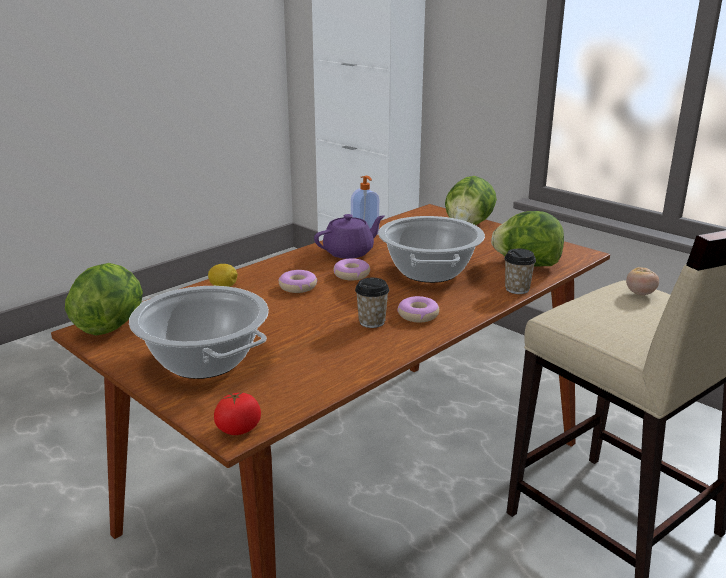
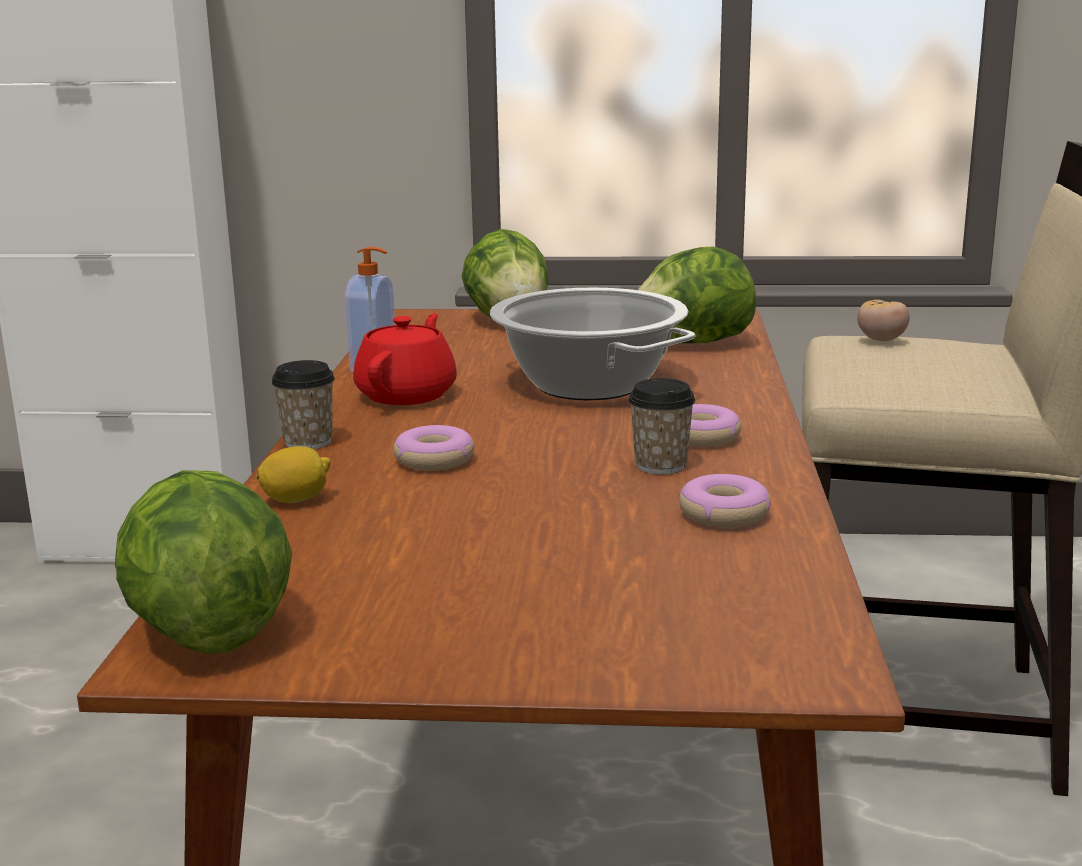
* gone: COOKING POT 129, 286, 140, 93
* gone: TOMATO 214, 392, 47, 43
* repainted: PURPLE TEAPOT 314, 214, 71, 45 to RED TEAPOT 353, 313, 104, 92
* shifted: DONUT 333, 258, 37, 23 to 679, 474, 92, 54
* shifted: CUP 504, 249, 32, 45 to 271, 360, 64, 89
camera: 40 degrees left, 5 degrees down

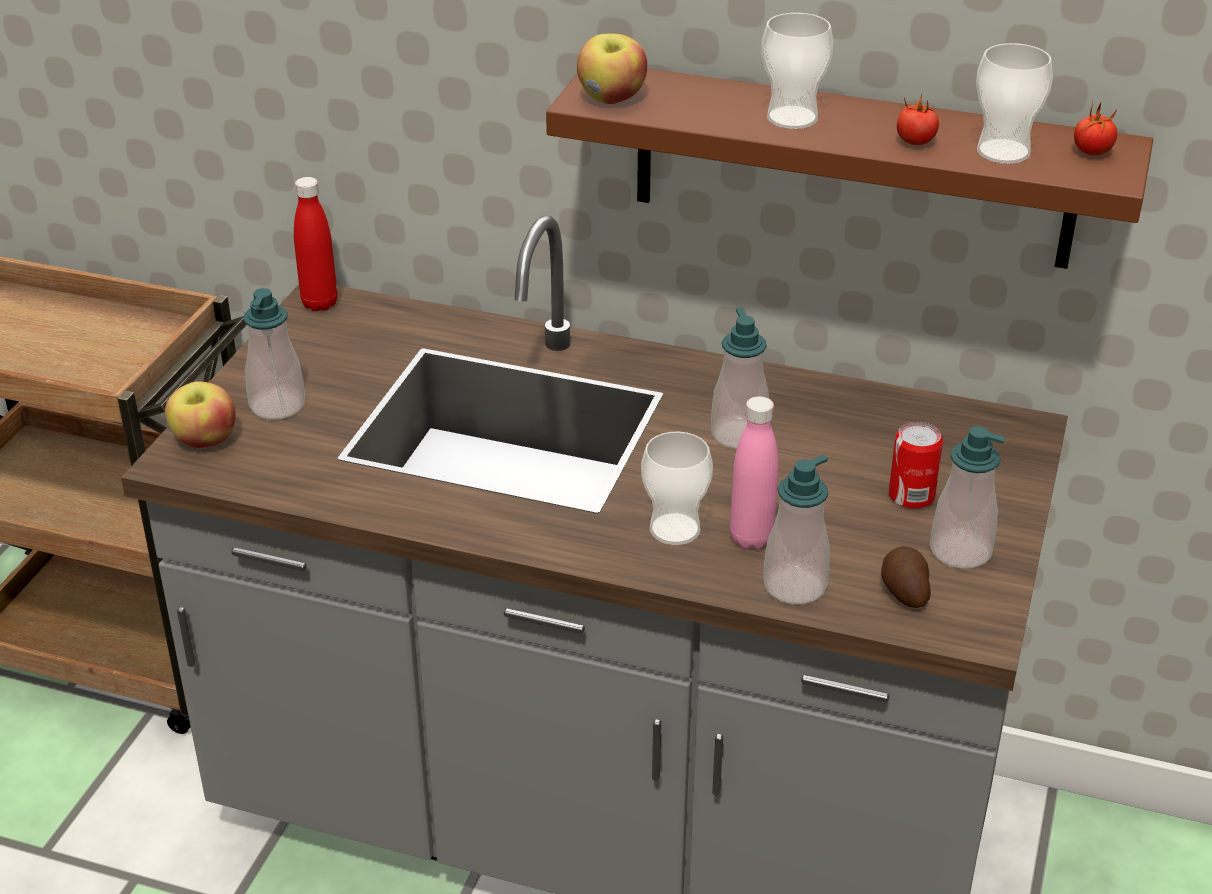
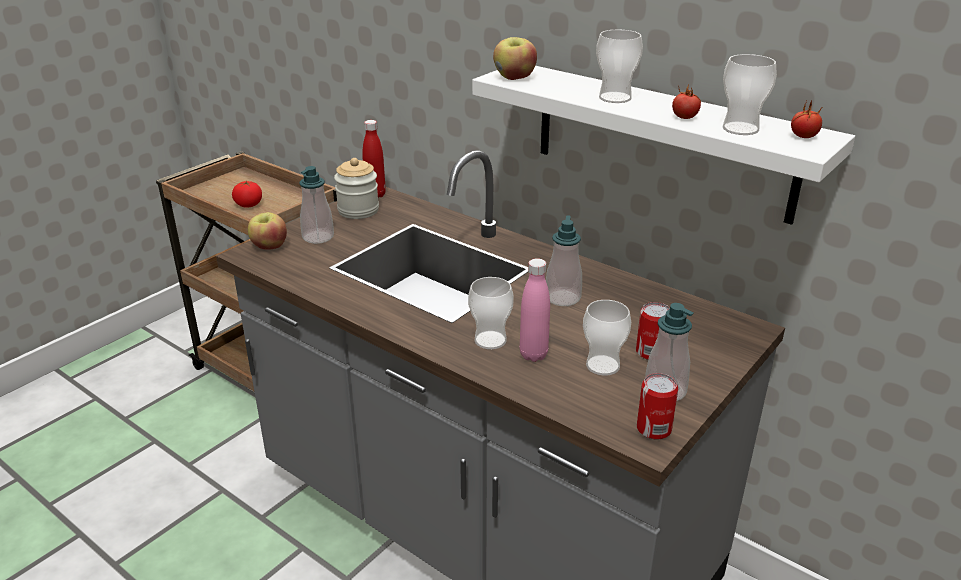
* repainted: BROWN SHELF 546, 69, 607, 200 to WHITE SHELF 472, 66, 383, 159
* gone: SOAP DISPENSER 763, 455, 67, 149
* gone: POTATO 881, 546, 50, 62
* new: TOMATO 232, 181, 30, 27
* new: JAR 334, 158, 45, 61
* new: CUP 583, 300, 48, 75
* new: CAN 637, 373, 41, 66
camera: 20 degrees right, 5 degrees down

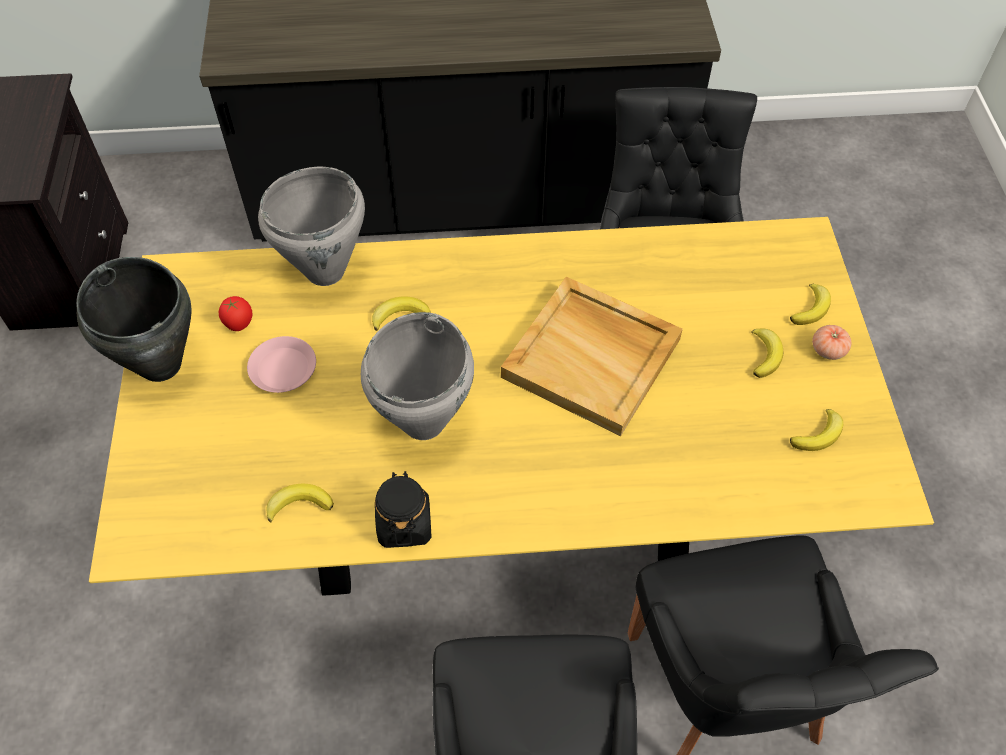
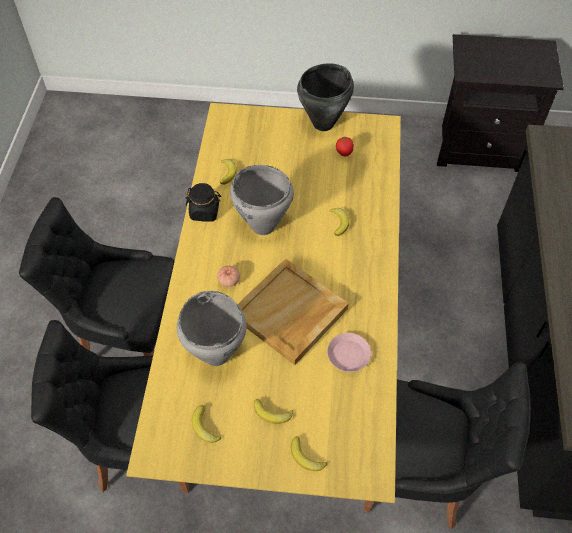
* shifted: PINK PLATE 247, 336, 69, 57 to 327, 333, 44, 39
* shifted: GREY COOKING POT 258, 167, 107, 119 to 177, 291, 70, 75
* shifted: TOMATO 812, 325, 39, 35 to 217, 266, 23, 21
camera: 100 degrees right, 0 degrees up

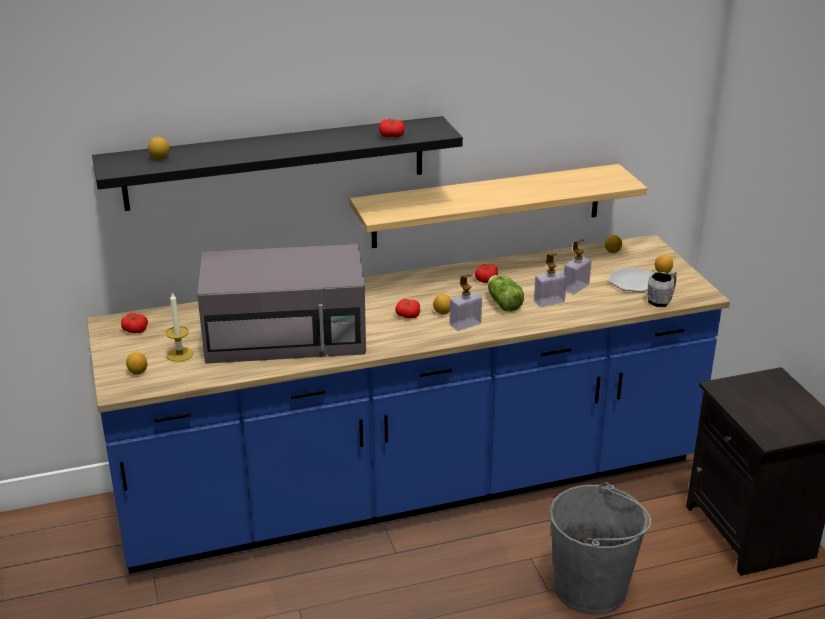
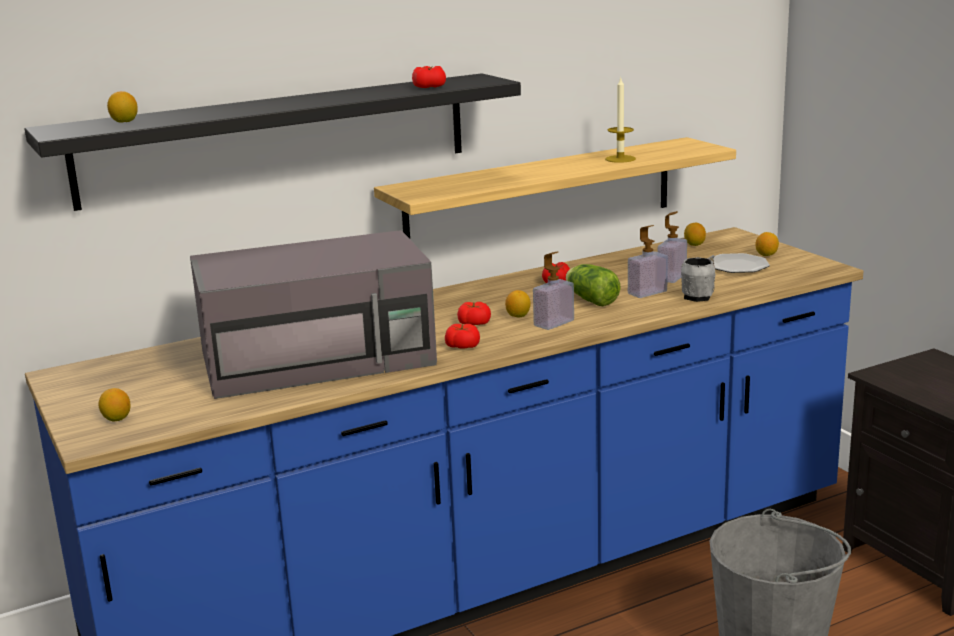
* shifted: TOMATO 121, 313, 27, 20 to 445, 324, 35, 25
* shifted: CANDLE 166, 292, 27, 70 to 605, 76, 31, 87
* shifted: GREY MUG 647, 271, 30, 36 to 681, 255, 34, 47
camera: 10 degrees left, 10 degrees down

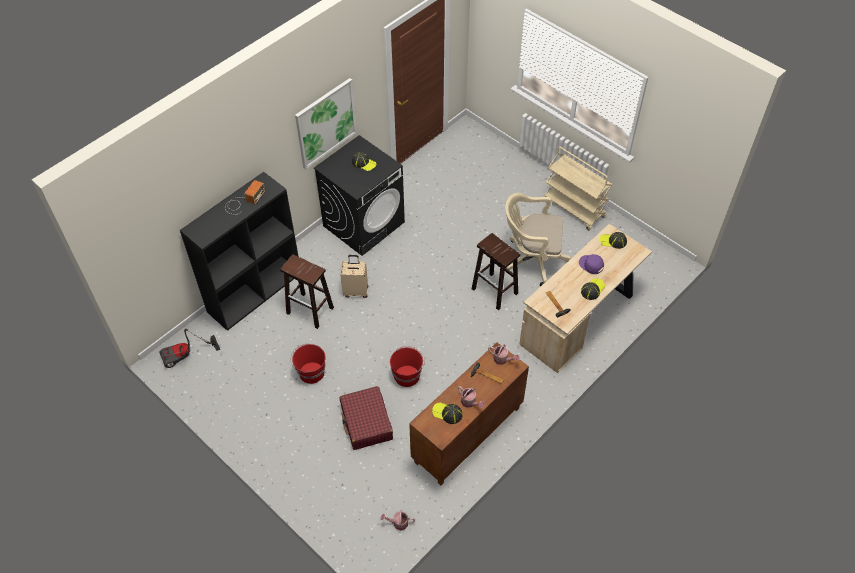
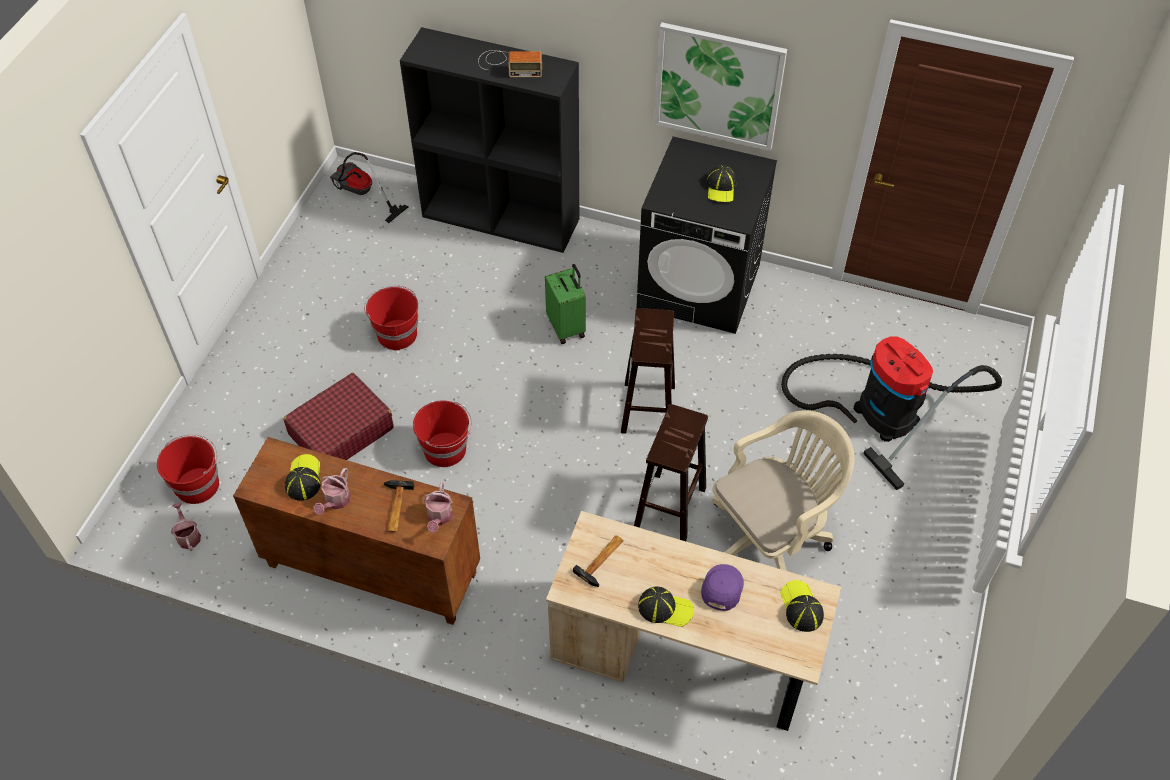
* shifted: BROWN STOOL 280, 254, 54, 75 to 621, 308, 54, 126
* repainted: BEIGE SUITCASE 340, 255, 28, 43 to GREEN SUITCASE 545, 264, 41, 80
* rotated: BEIGE OFFICE CHAIR 505, 193, 66, 93 = 712, 410, 142, 161 75 degrees clockwise
* gone: BEIGE CART 543, 147, 69, 83
* new: RED BUCKET 157, 434, 62, 70
* new: VACUUM CLEANER 781, 336, 221, 154
camera: 65 degrees right, 0 degrees up

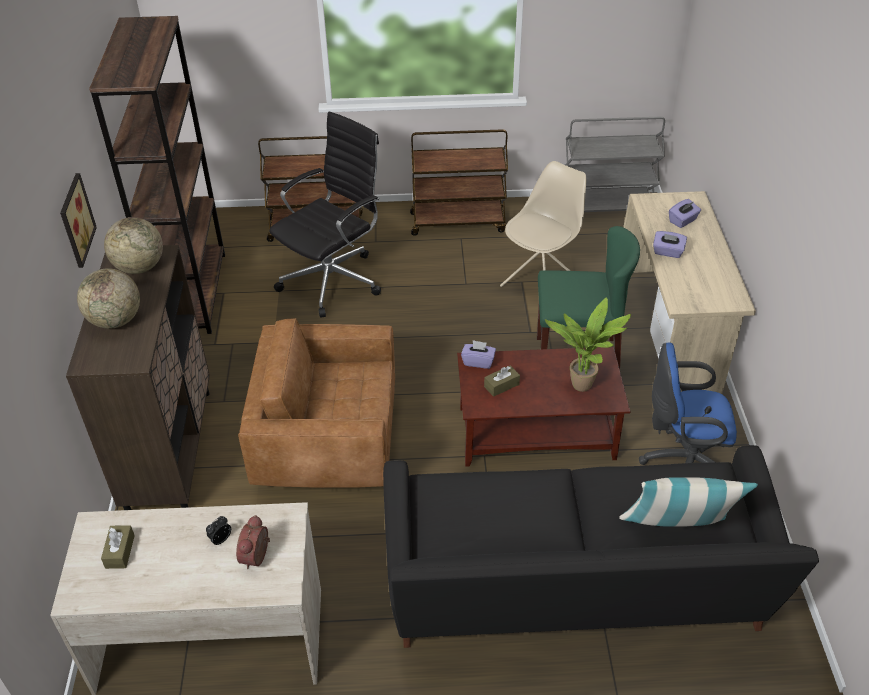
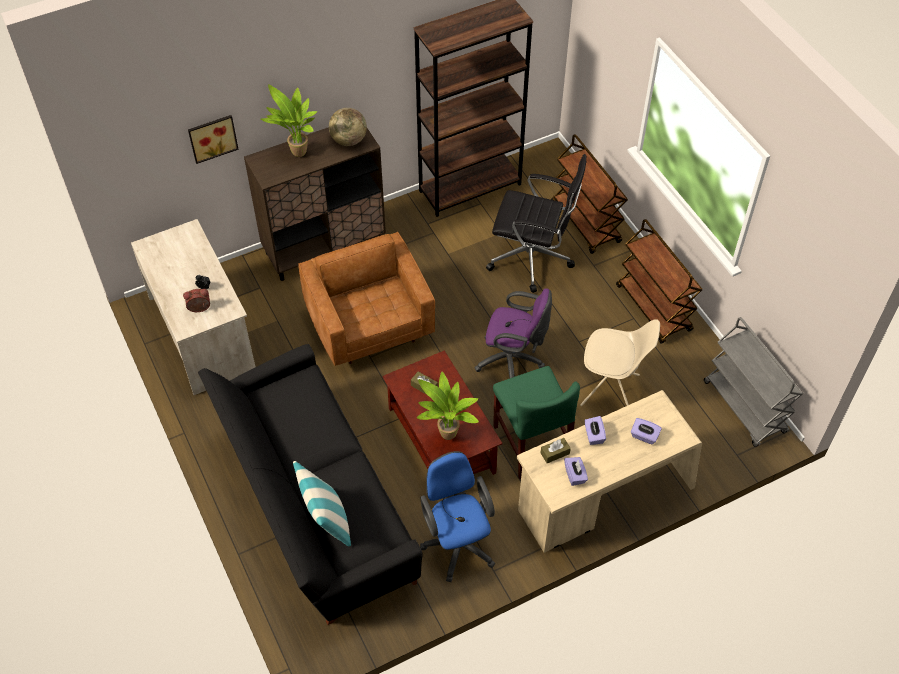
* shifted: PICTURE 60, 173, 37, 95 to 188, 115, 51, 49
* swapped: GLOBE 77, 268, 63, 61 to POTTED PLANT 261, 84, 57, 73
* shifted: BROWN TISSUE BOX 101, 525, 34, 44 to 541, 438, 30, 25
* shifted: PURPLE TISSUE BOX 461, 340, 35, 29 to 564, 457, 24, 29
* new: PURPLE OFFICE CHAIR 474, 288, 78, 90
camera: 65 degrees right, 10 degrees up

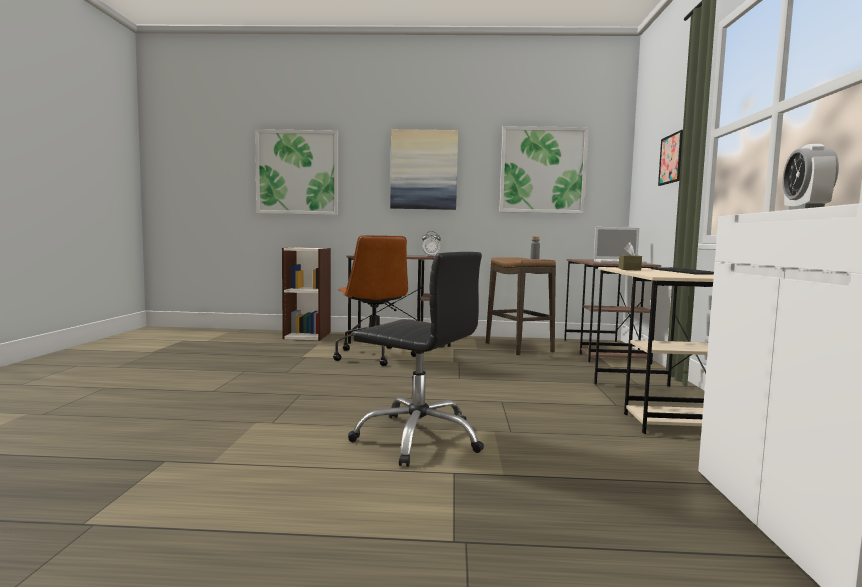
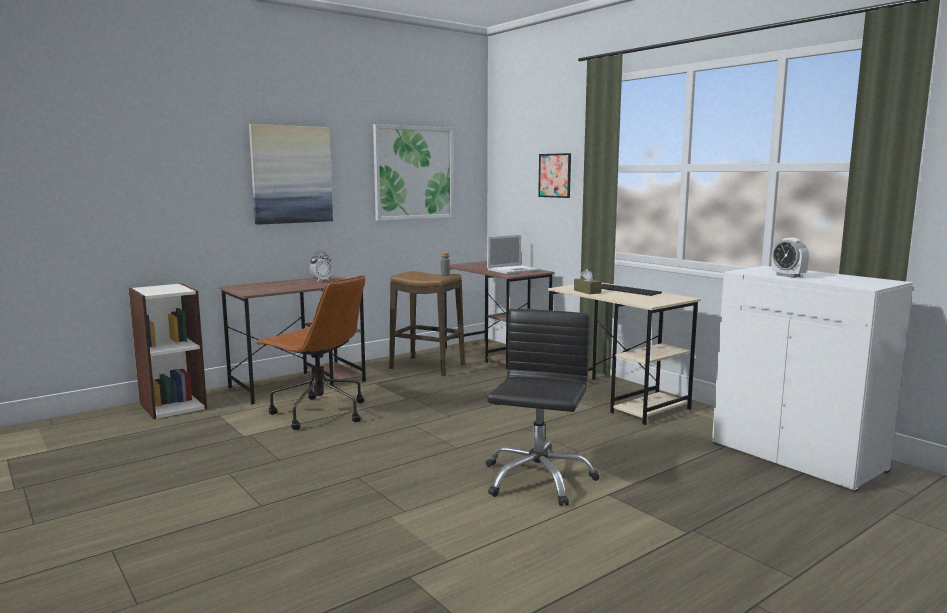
* gone: PICTURE 255, 129, 83, 86
* rotated: BLACK OFFICE CHAIR 348, 252, 136, 215 = 486, 309, 114, 197 60 degrees counterclockwise
camera: 40 degrees left, 5 degrees up

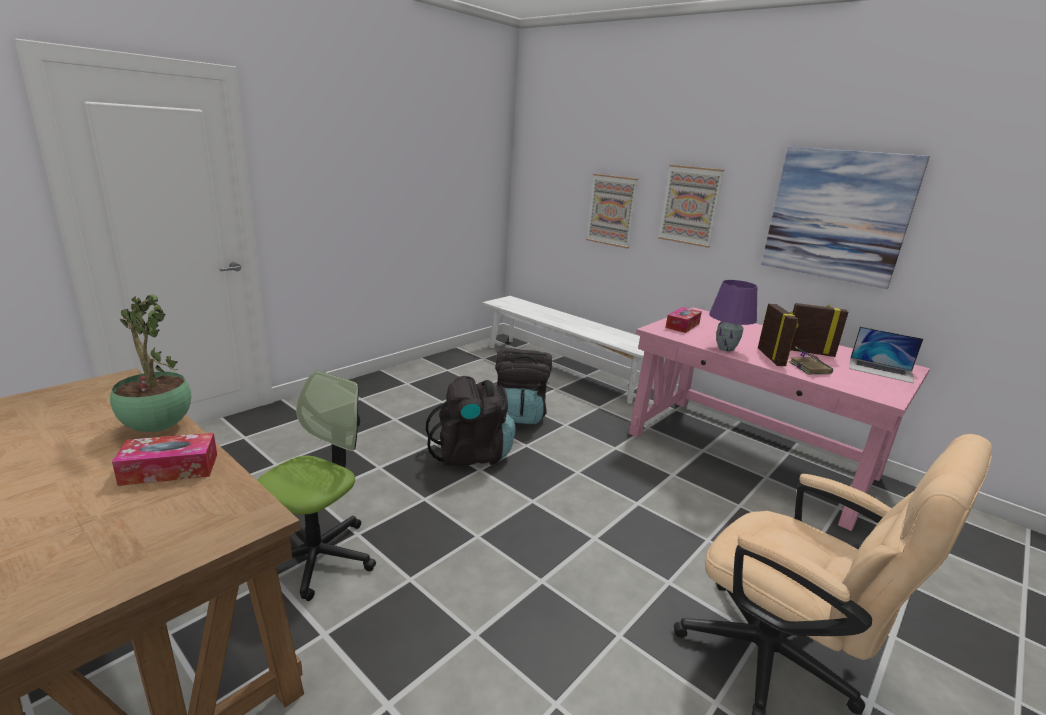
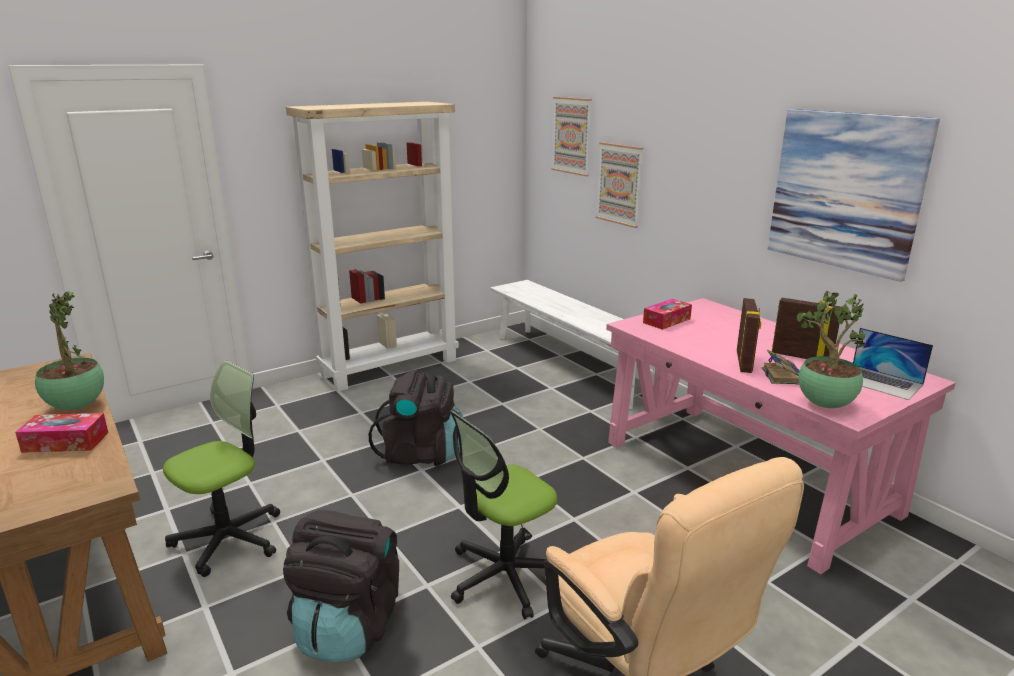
* shifted: BLACK BACKPACK 495, 348, 57, 76 to 283, 510, 116, 152
* shifted: PICTURE 658, 165, 66, 83 to 551, 97, 41, 79
* gone: PURPLE TABLE LAMP 709, 280, 48, 71
* new: BEIGE BOOKCASE 286, 102, 173, 290
* new: OFFICE CHAIR 450, 410, 107, 209
* new: POTTED PLANT 797, 291, 68, 117
camera: 15 degrees right, 0 degrees up

